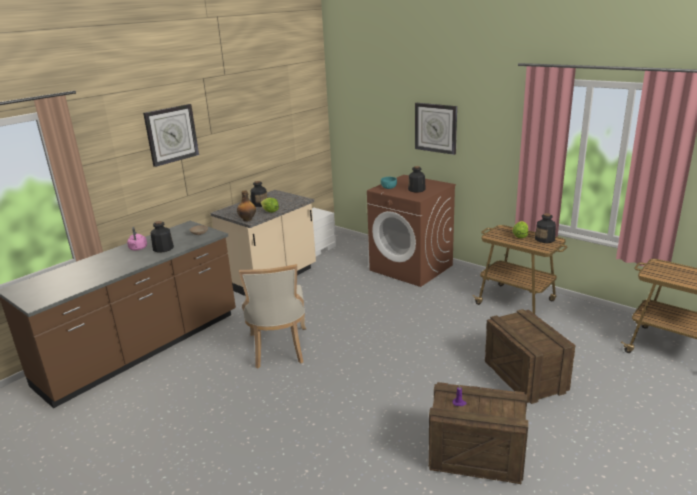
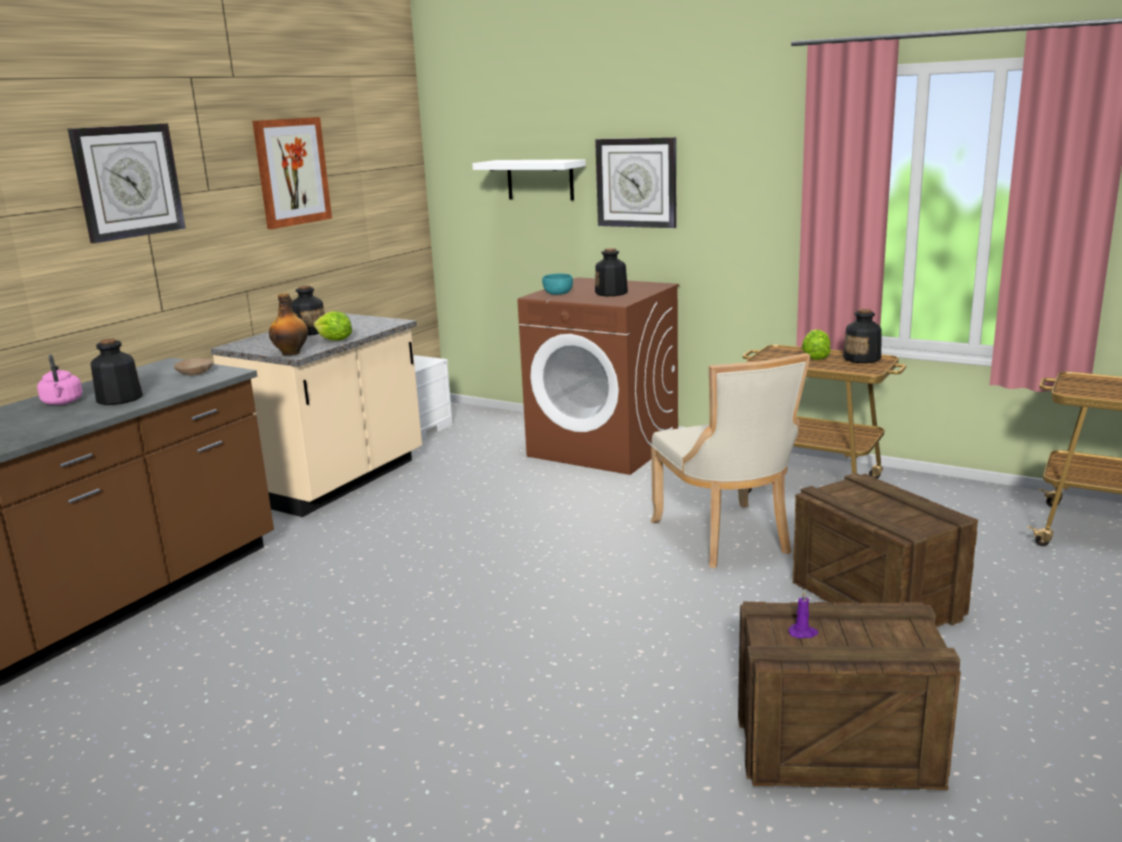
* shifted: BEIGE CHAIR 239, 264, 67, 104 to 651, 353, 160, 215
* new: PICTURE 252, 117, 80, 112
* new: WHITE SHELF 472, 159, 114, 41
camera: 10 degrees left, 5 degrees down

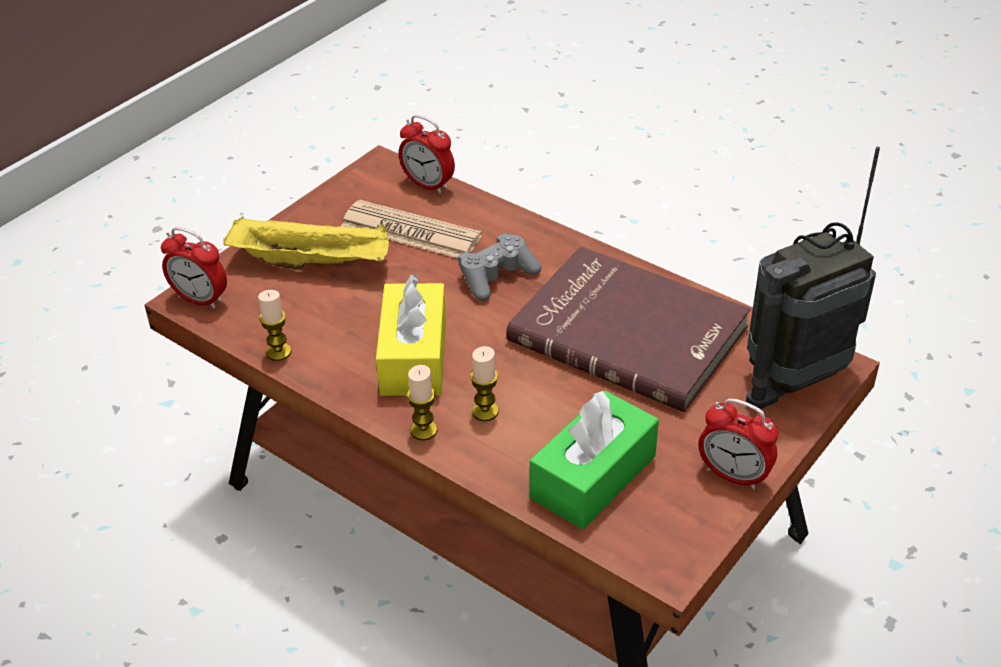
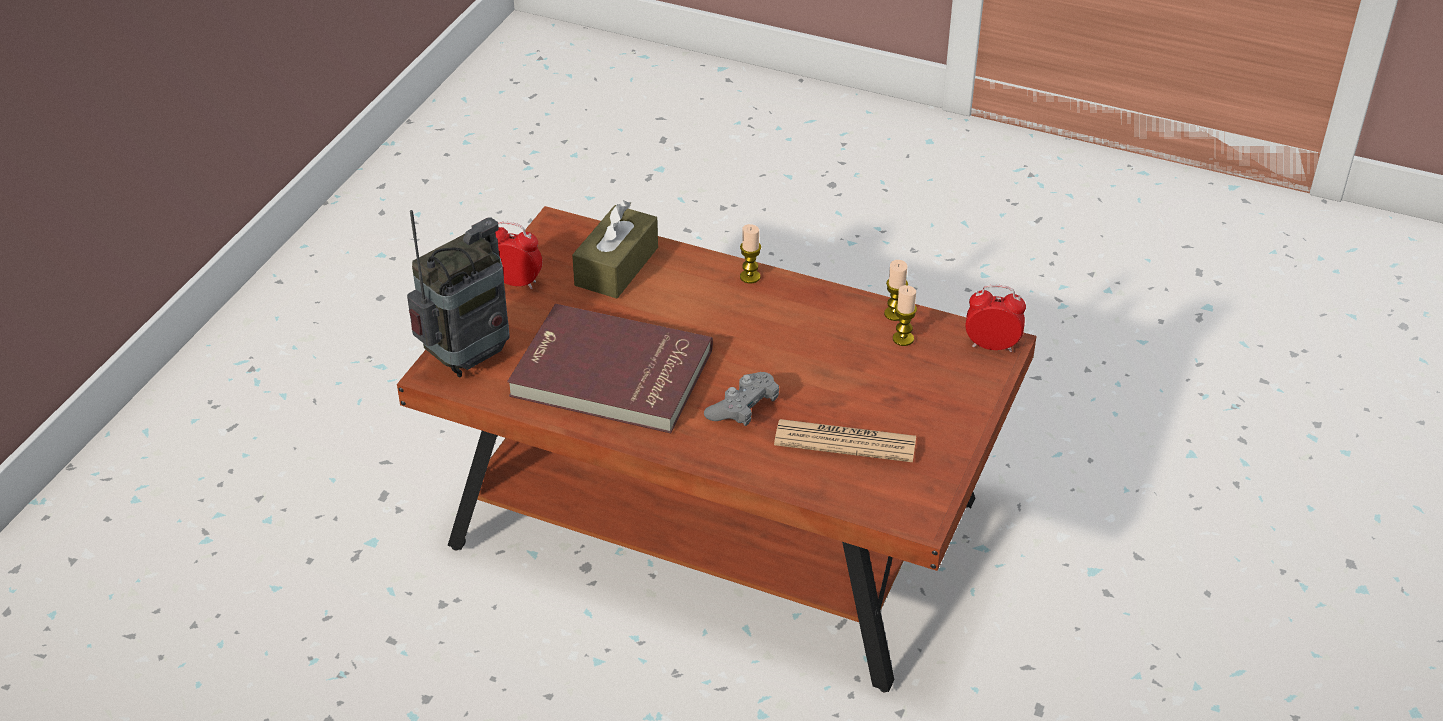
* gone: YELLOW TRAY 223, 216, 166, 54
* gone: YELLOW TISSUE BOX 376, 274, 70, 122
* gone: ALARM CLOCK 399, 115, 56, 79
* shifted: CANDLE 470, 346, 29, 75 to 893, 285, 24, 61
* repainted: GREEN TISSUE BOX 529, 391, 130, 138 to BROWN TISSUE BOX 572, 200, 86, 98
camera: 165 degrees right, 0 degrees up

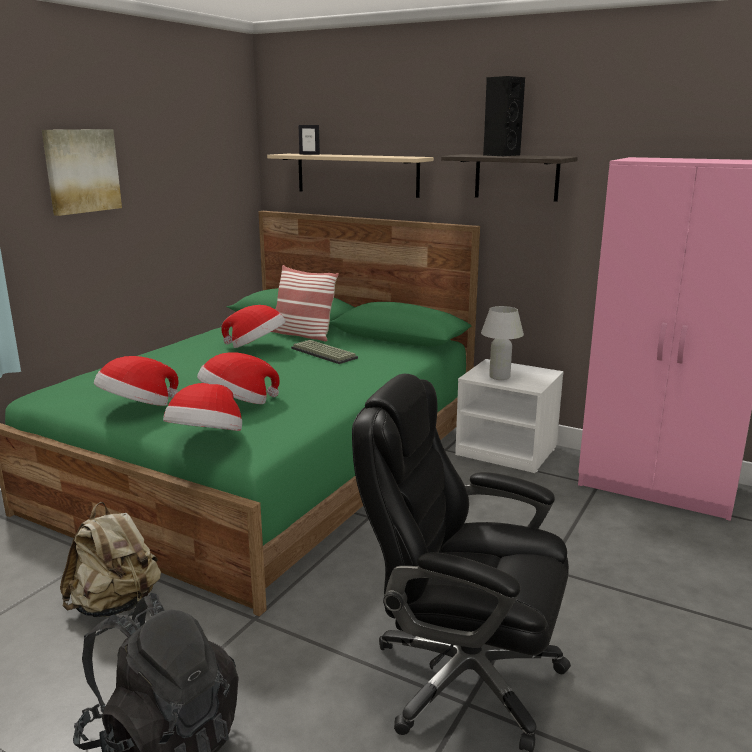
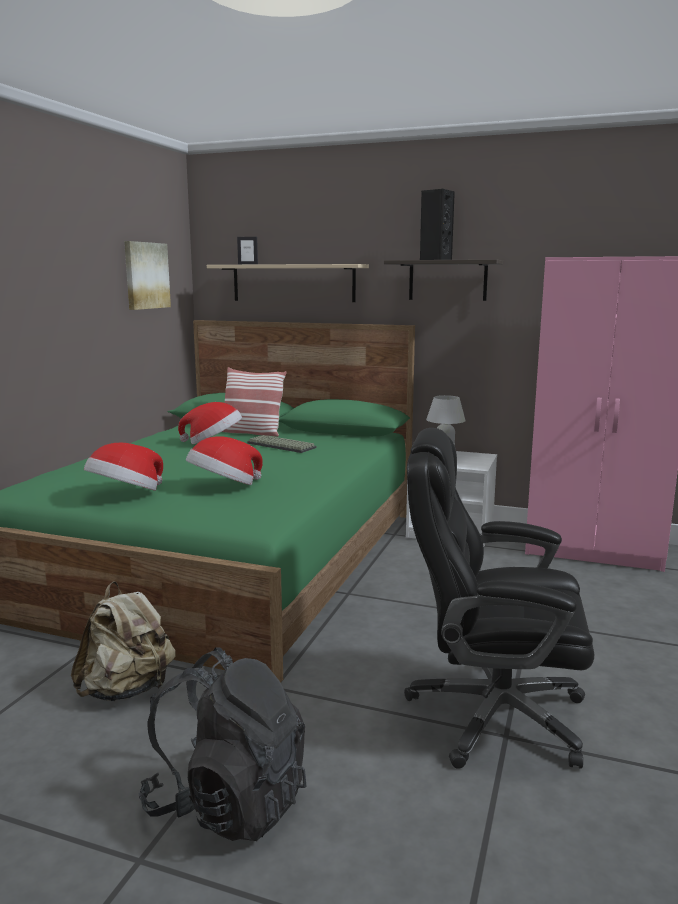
* shifted: PICTURE 42, 129, 80, 87 to 124, 241, 47, 69
* gone: HAT 163, 383, 79, 48
camera: 10 degrees left, 5 degrees down

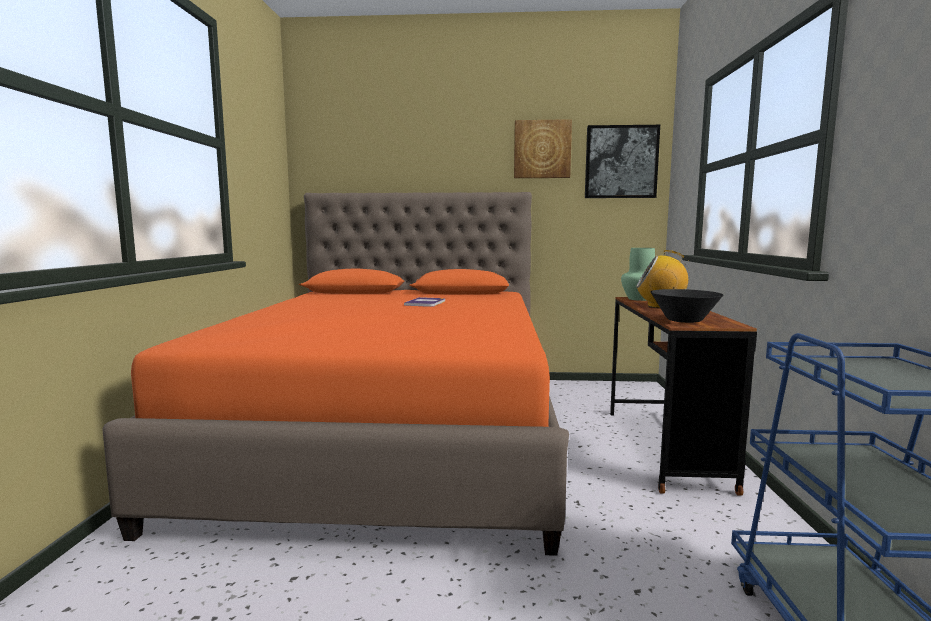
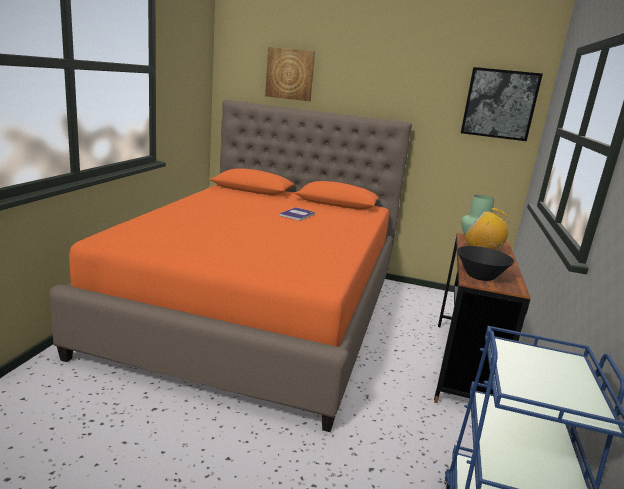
* shifted: PICTURE 514, 119, 58, 59 to 265, 47, 50, 54
camera: 10 degrees right, 10 degrees up

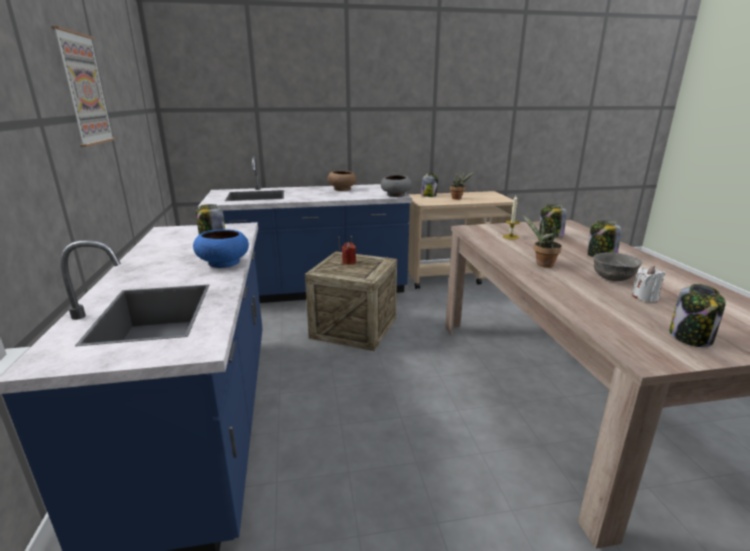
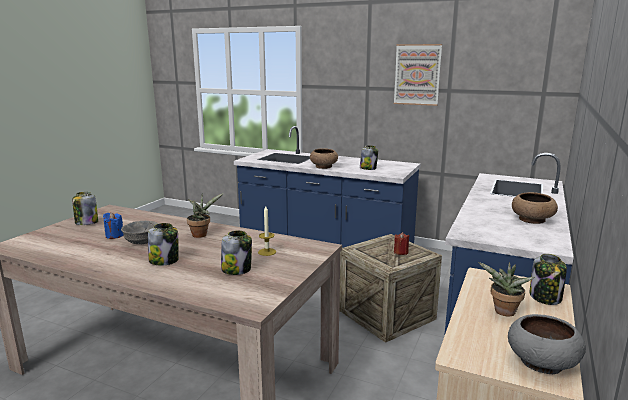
* repainted: BLUE BOWL 193, 229, 56, 39 to BROWN BOWL 310, 148, 28, 21
* shifted: GREY BOWL 381, 175, 31, 22 to 508, 314, 78, 60
* repainted: WHITE CANDLE 632, 266, 33, 36 to BLUE CANDLE 103, 212, 21, 27
camera: 125 degrees right, 5 degrees down

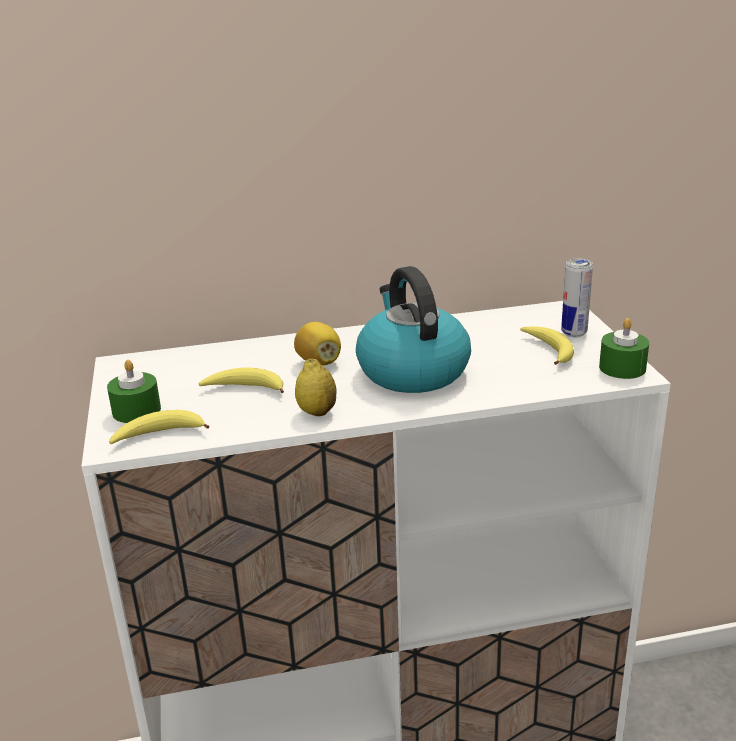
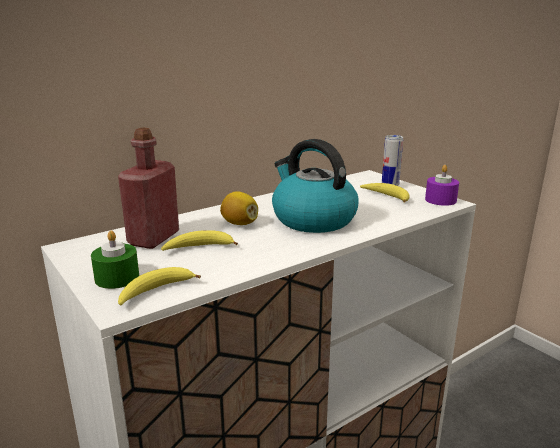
* gone: LEMON 295, 359, 41, 57
* repainted: GREEN CANDLE 599, 318, 50, 61 to PURPLE CANDLE 425, 165, 34, 41
* new: RED BOTTLE 118, 128, 61, 121
camera: 25 degrees left, 5 degrees down

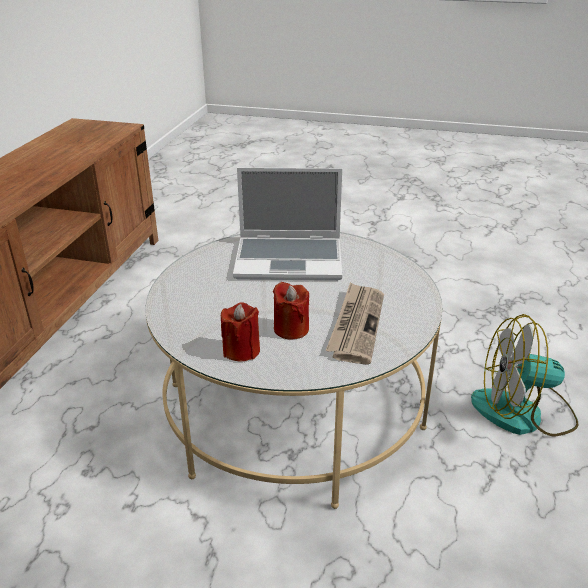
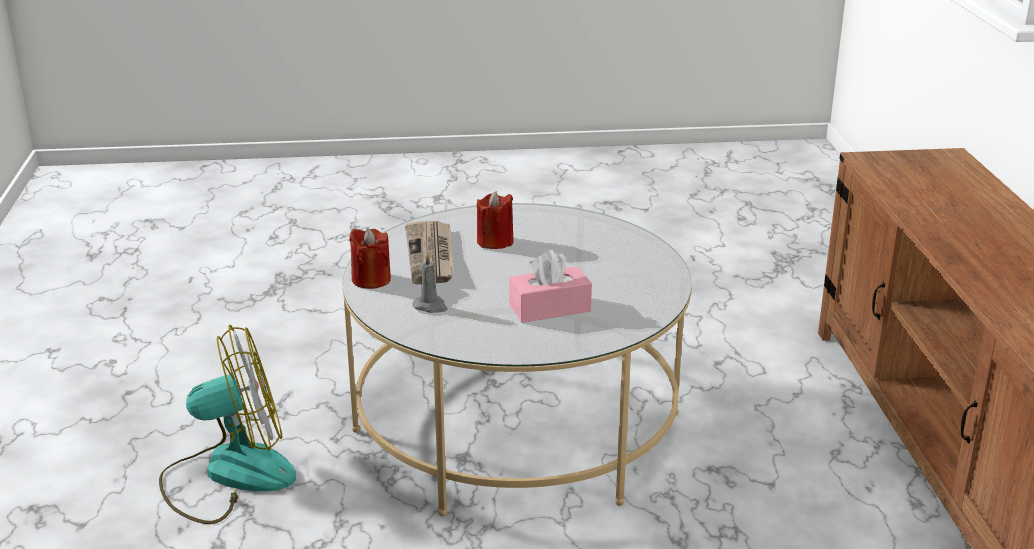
* shifted: RED CANDLE 221, 302, 39, 59 to 349, 228, 42, 61
* swapped: LAPTOP 233, 168, 109, 113 to PINK TISSUE BOX 509, 250, 83, 73
* new: GREY CANDLE 412, 253, 35, 60
camera: 160 degrees right, 5 degrees down

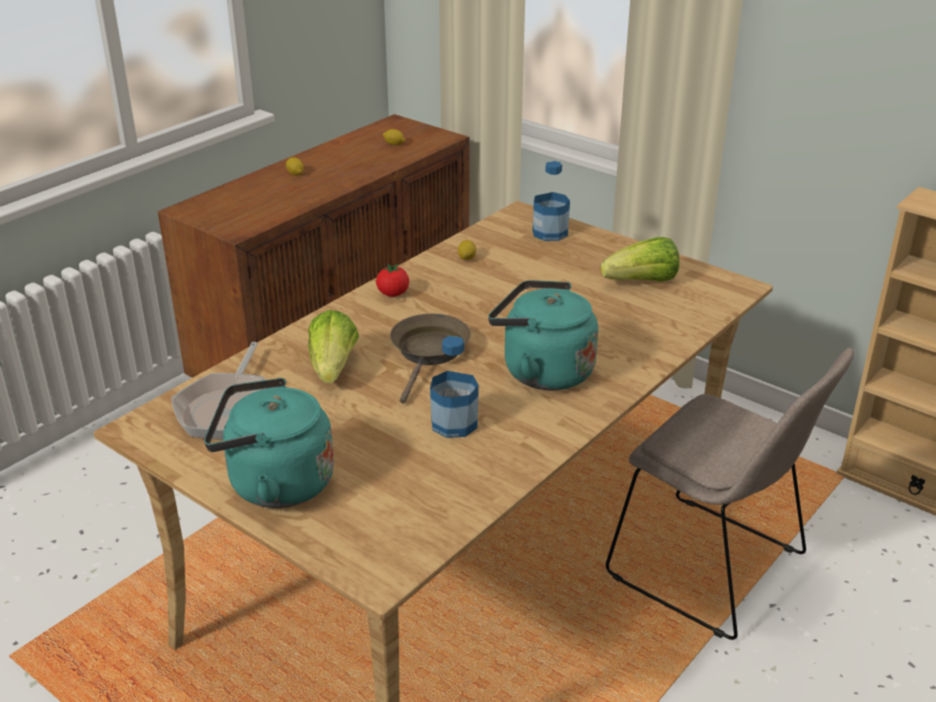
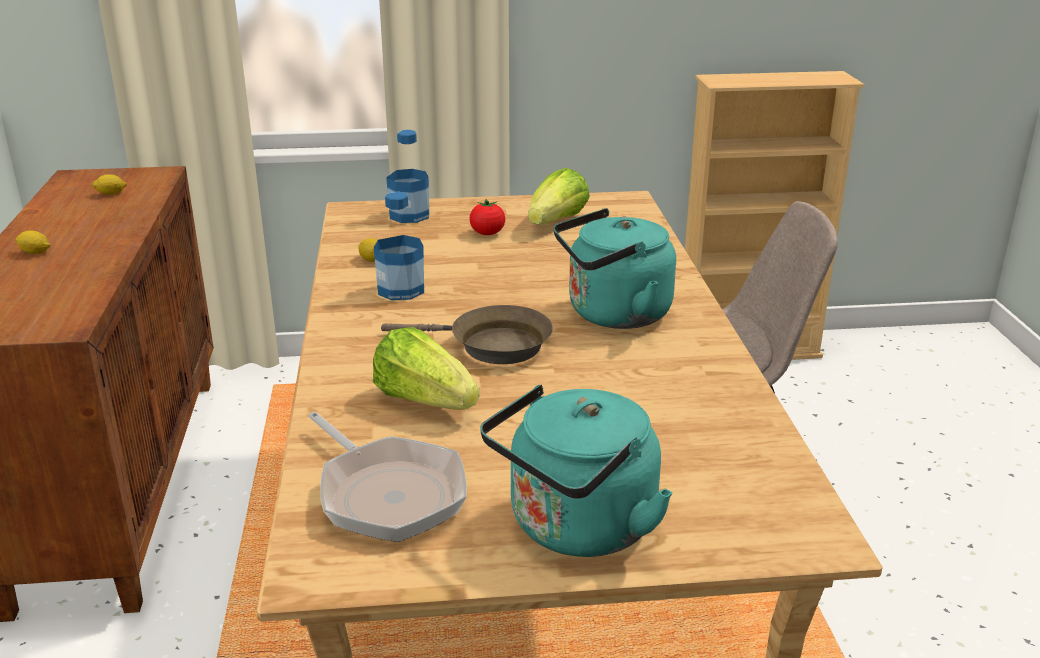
* shifted: TOMATO 376, 264, 33, 33 to 470, 199, 35, 36
* rotated: BROWN FRYING PAN 390, 314, 81, 90 = 381, 305, 172, 59 135 degrees clockwise
* shifted: BOTTLE 430, 336, 49, 102 to 374, 192, 50, 108
camera: 45 degrees left, 5 degrees down

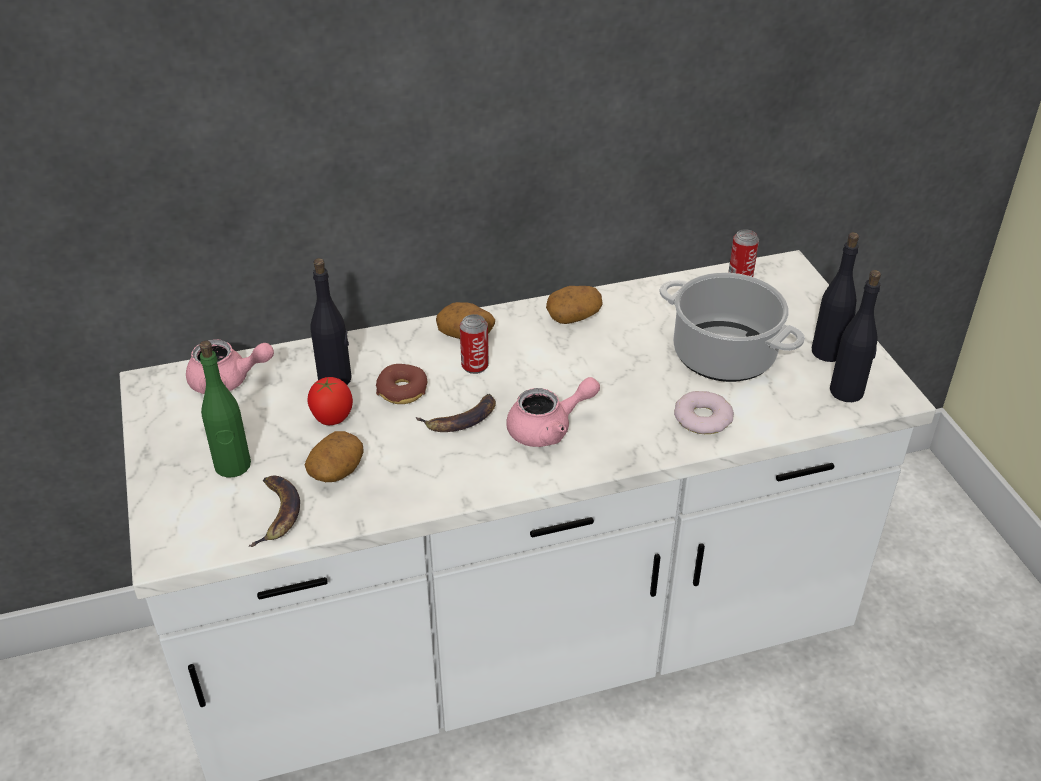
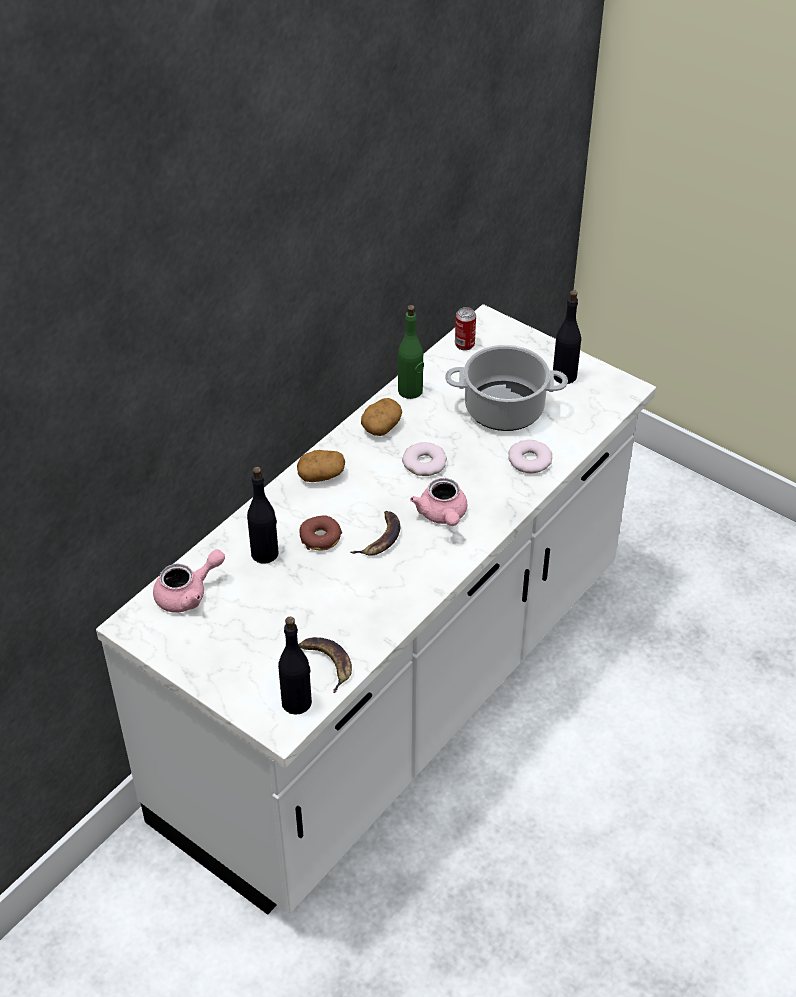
* shifted: GREEN BOTTLE 199, 341, 52, 136 to 398, 305, 26, 94
* gone: POTATO 305, 431, 59, 51
* gone: TOMATO 307, 377, 46, 48
* gone: CAN 460, 314, 29, 60
* rotated: PINK TEAPOT 506, 377, 94, 70 = 410, 478, 57, 48 135 degrees clockwise
* shifted: BLACK BOTTLE 830, 270, 51, 132 to 278, 617, 34, 98
* new: DONUT 402, 442, 45, 34
camera: 35 degrees left, 5 degrees up

